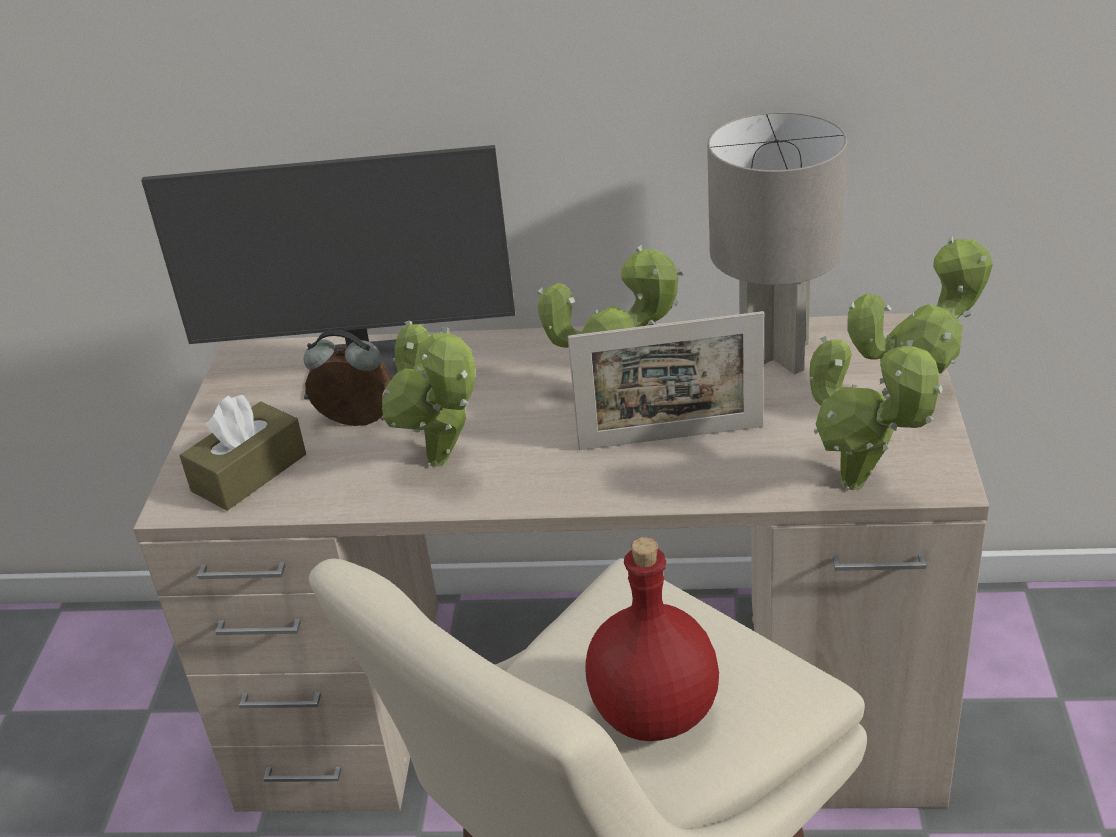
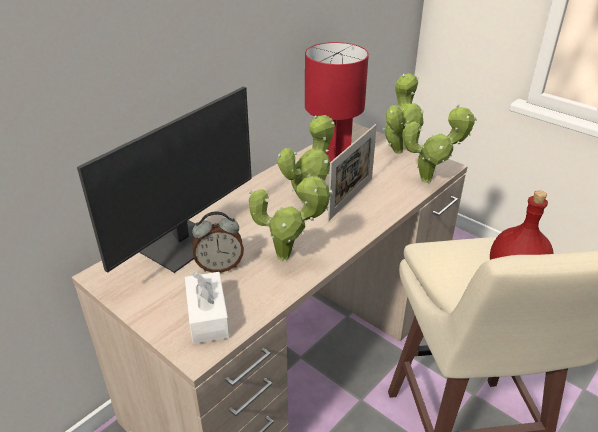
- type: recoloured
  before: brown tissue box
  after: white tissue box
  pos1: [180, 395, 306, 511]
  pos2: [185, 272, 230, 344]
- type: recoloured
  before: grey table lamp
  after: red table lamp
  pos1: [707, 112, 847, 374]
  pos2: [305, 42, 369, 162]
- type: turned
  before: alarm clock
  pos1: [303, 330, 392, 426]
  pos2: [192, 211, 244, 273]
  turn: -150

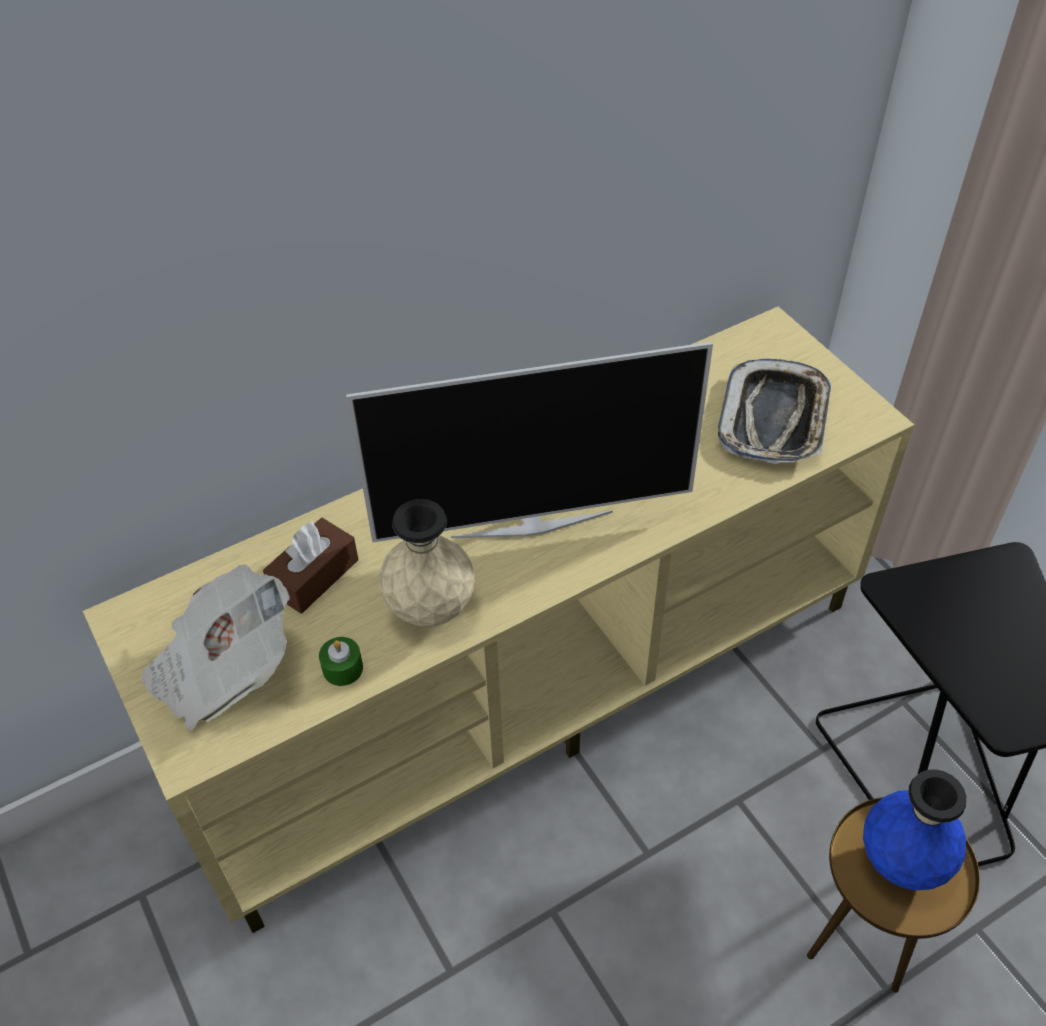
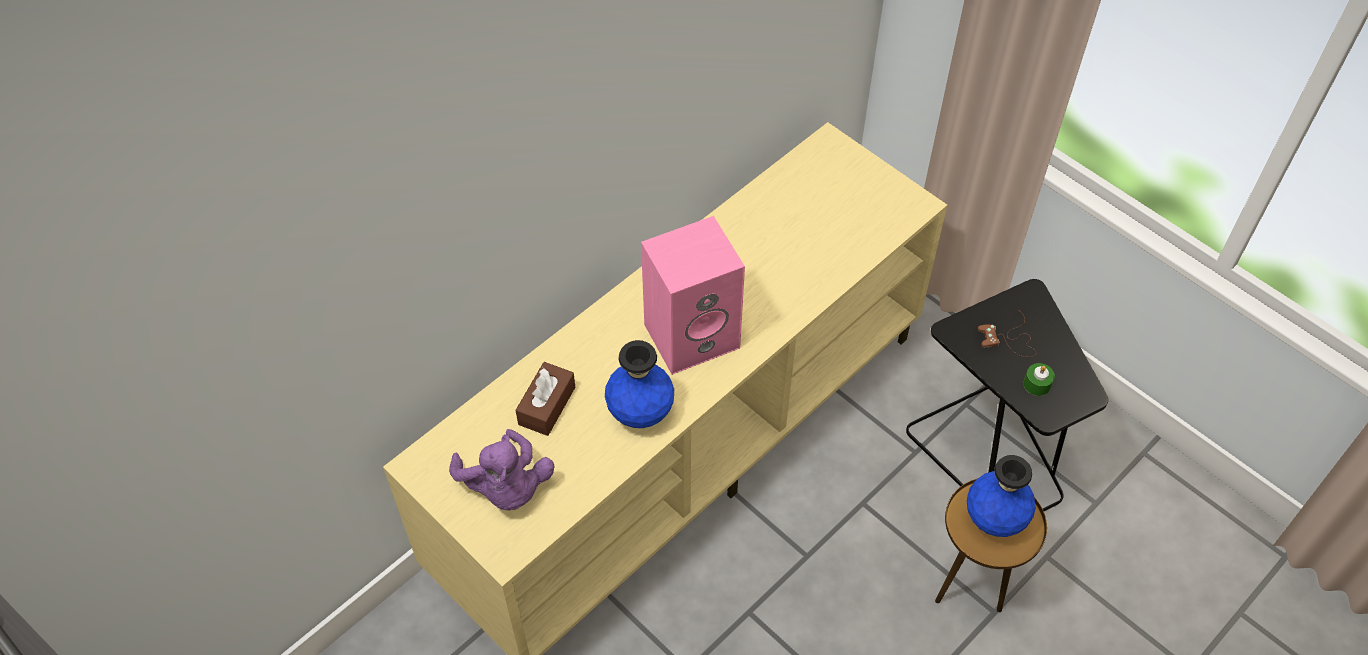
- type: removed
  before: tray
  pos1: [718, 359, 831, 464]
- type: added
  after: brown game controller
  pos2: [978, 310, 1036, 357]
- type: moved
  before: green candle
  pos1: [319, 637, 363, 686]
  pos2: [1023, 363, 1055, 396]
- type: replaced
  before: newspaper
  after: purple plush toy
  pos1: [142, 564, 290, 730]
  pos2: [449, 429, 555, 510]
- type: replaced
  before: television
  after: pink speaker
  pos1: [346, 342, 713, 543]
  pos2: [641, 216, 745, 375]
- type: recoloured
  before: beige vase
  after: blue vase
  pos1: [379, 499, 474, 627]
  pos2: [605, 340, 674, 428]

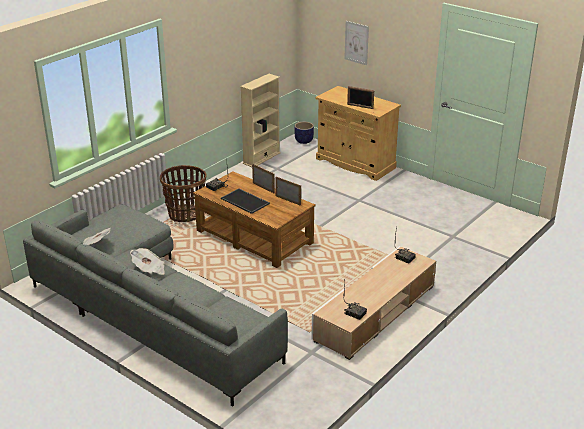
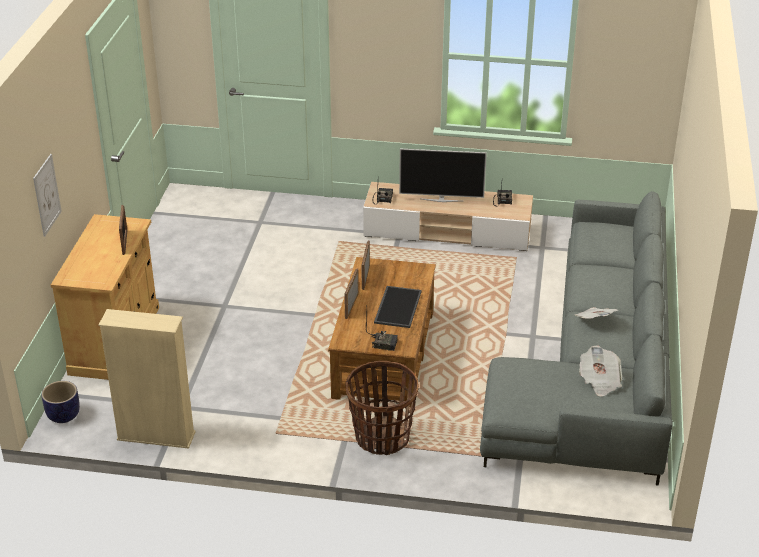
- type: added
  after: television
  pos2: [399, 149, 487, 202]

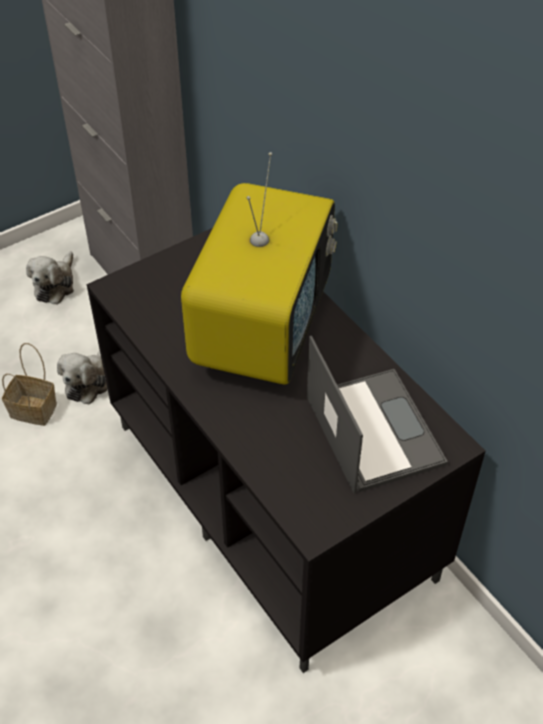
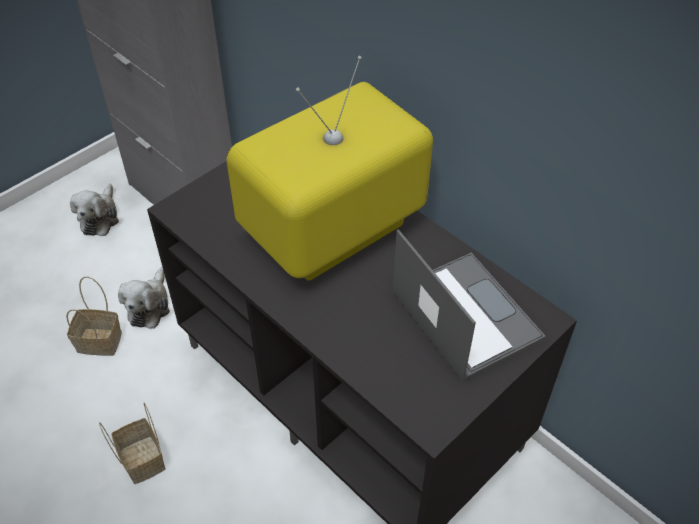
- type: added
  after: basket
  pos2: [99, 402, 165, 484]
- type: turned
  before: television
  pos1: [181, 152, 338, 385]
  pos2: [227, 56, 433, 281]
  turn: -135

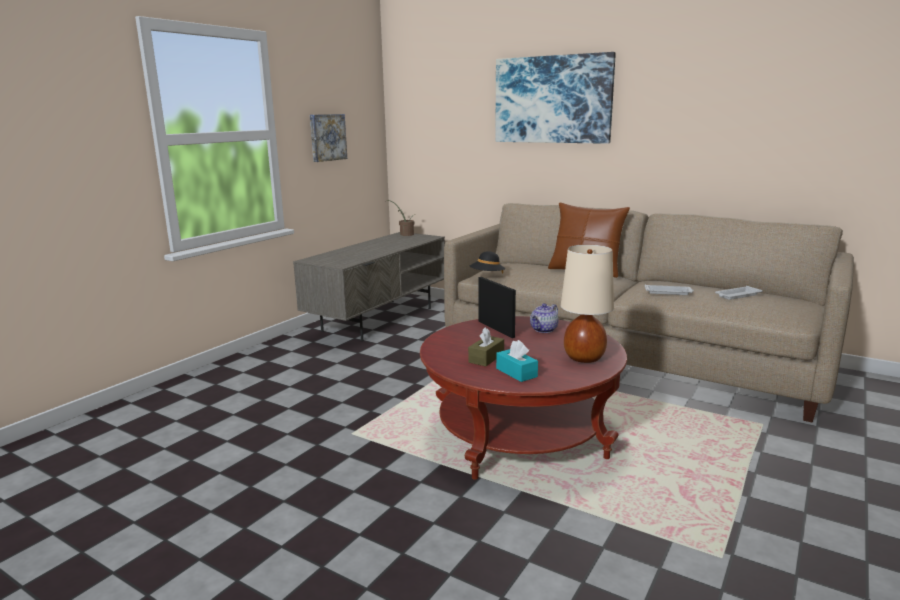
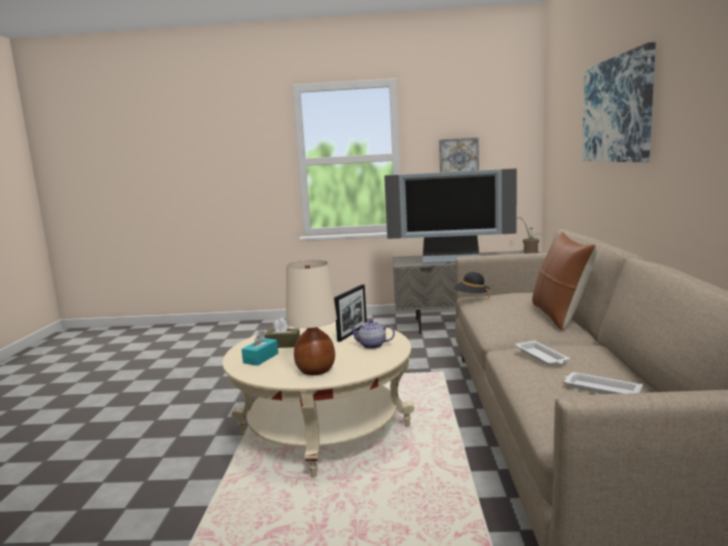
- type: added
  after: television
  pos2: [384, 168, 517, 264]
- type: recoloured
  before: red coffee table
  after: beige coffee table
  pos1: [420, 316, 627, 480]
  pos2: [222, 321, 414, 478]

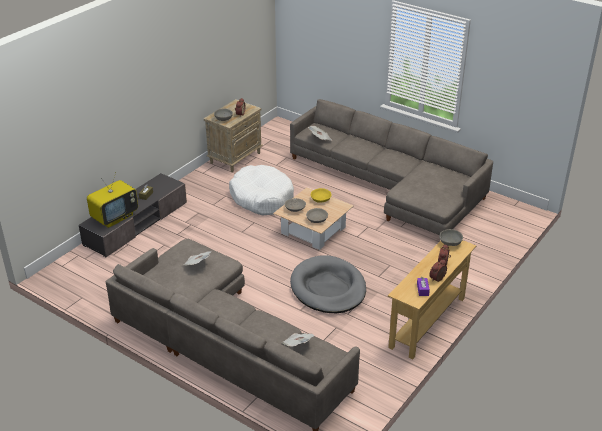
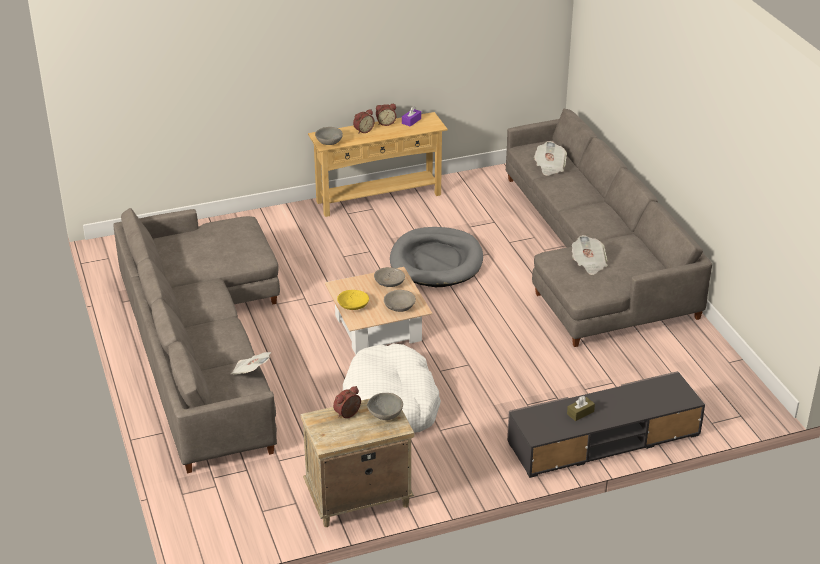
- type: removed
  before: television
  pos1: [87, 172, 138, 228]

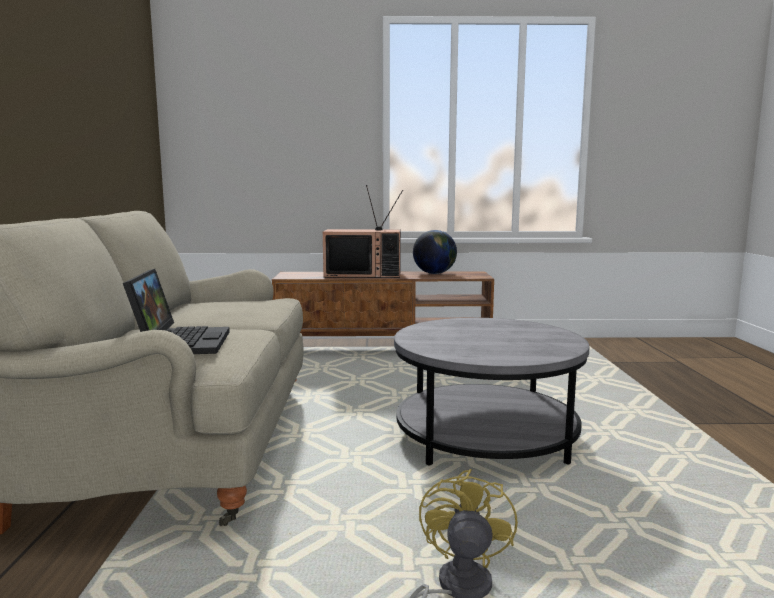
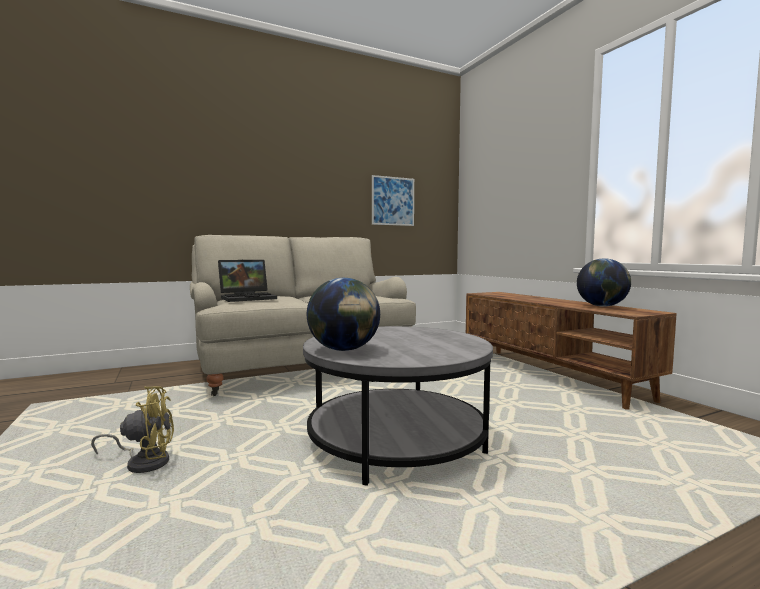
- type: removed
  before: television
  pos1: [323, 185, 403, 278]
- type: added
  after: globe
  pos2: [307, 278, 380, 351]
- type: added
  after: picture
  pos2: [372, 175, 414, 226]

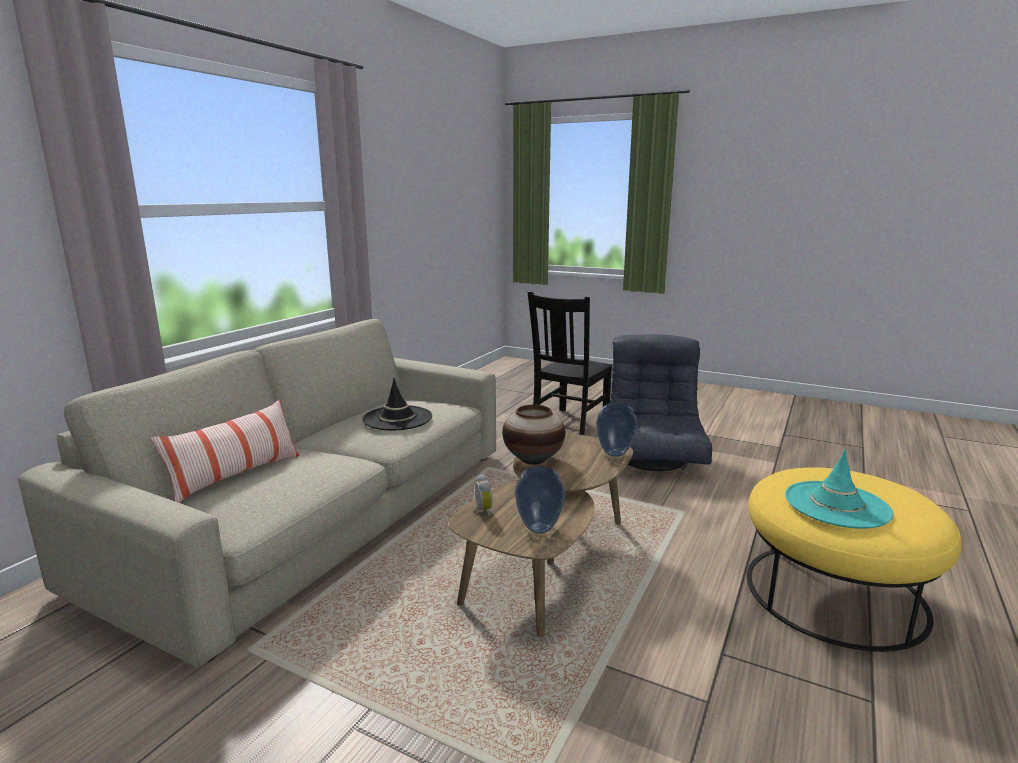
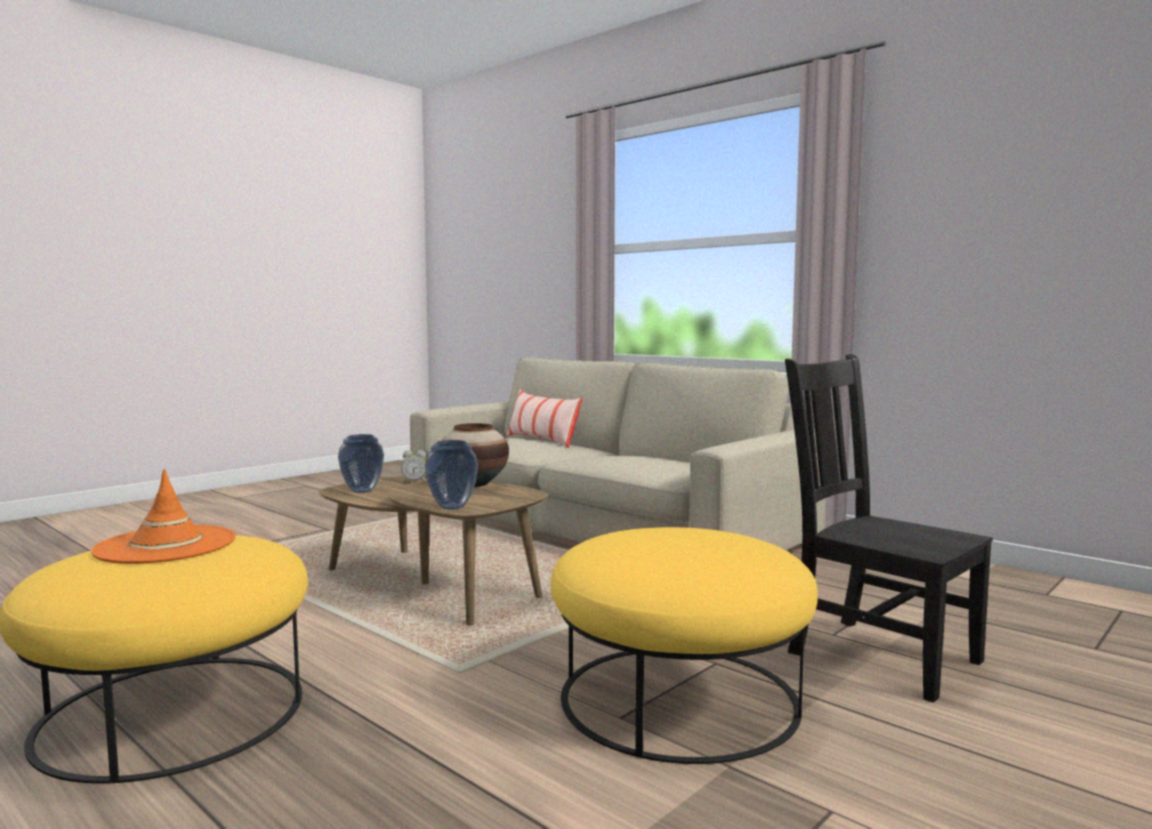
- type: removed
  before: black hat
  pos1: [362, 378, 432, 431]
- type: replaced
  before: grey armchair
  after: yellow ottoman
  pos1: [610, 334, 712, 471]
  pos2: [551, 527, 818, 764]
- type: recoloured
  before: turquoise hat
  after: orange hat
  pos1: [785, 449, 893, 529]
  pos2: [91, 469, 236, 564]

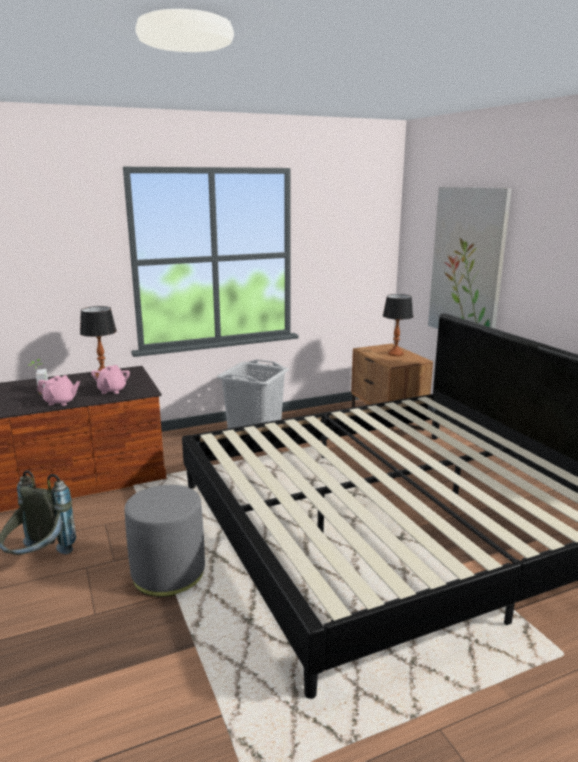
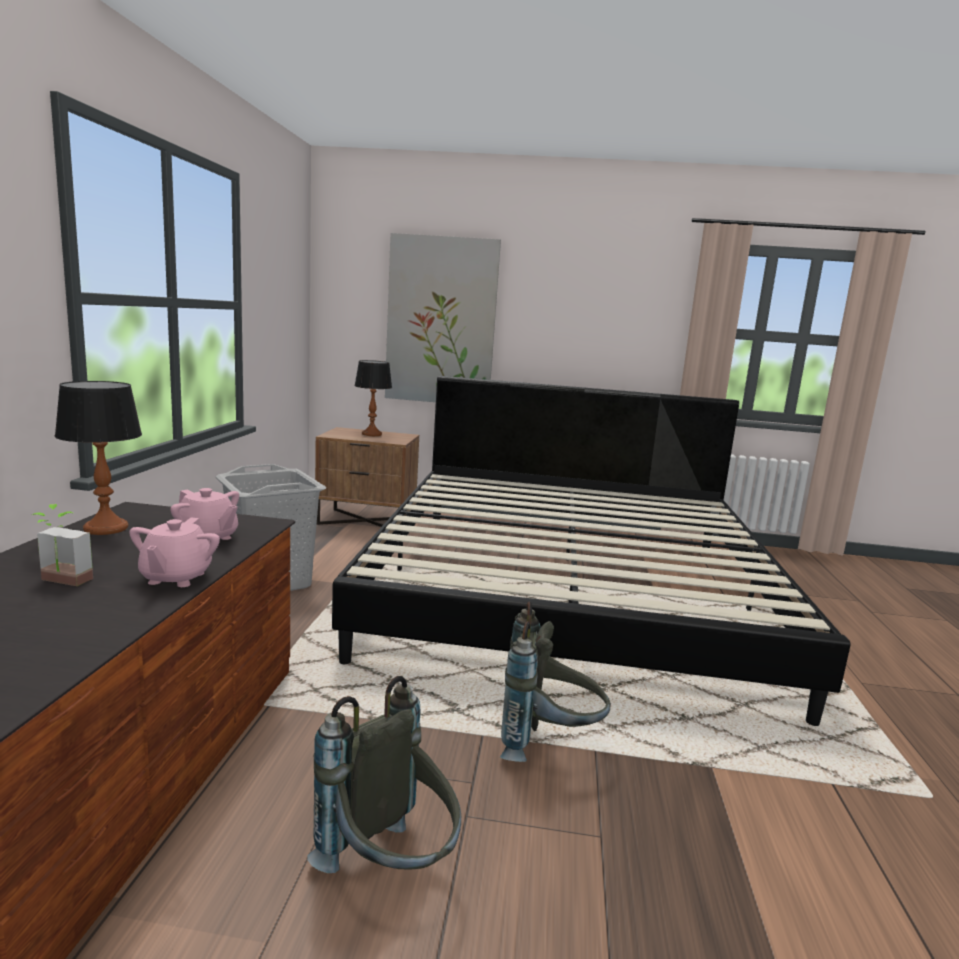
- type: replaced
  before: grey ottoman
  after: grey backpack
  pos1: [125, 485, 205, 597]
  pos2: [500, 602, 611, 762]
- type: turned
  before: pink teapot
  pos1: [37, 375, 80, 406]
  pos2: [129, 518, 220, 587]
  turn: 150

